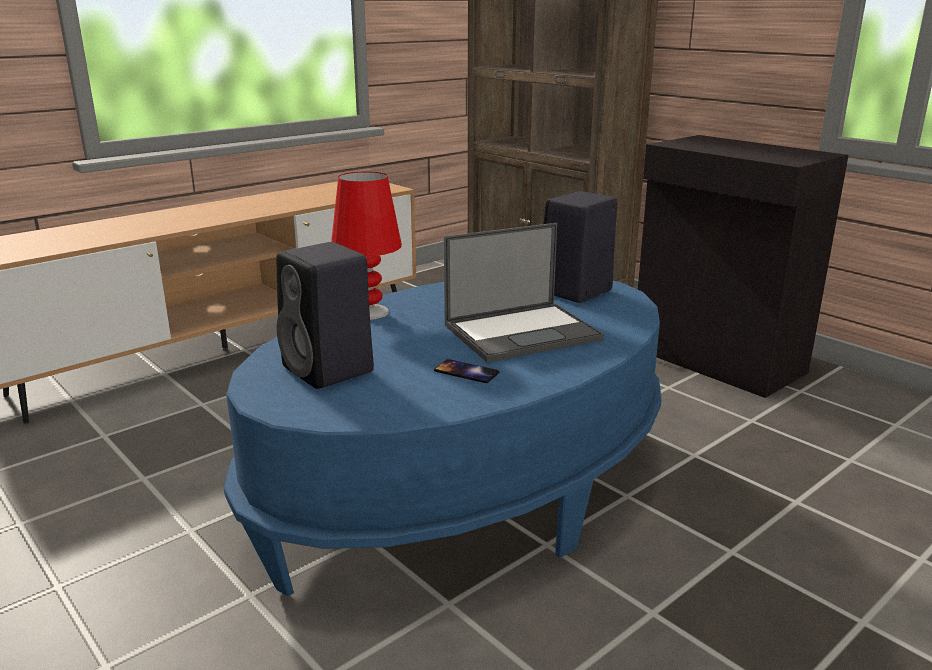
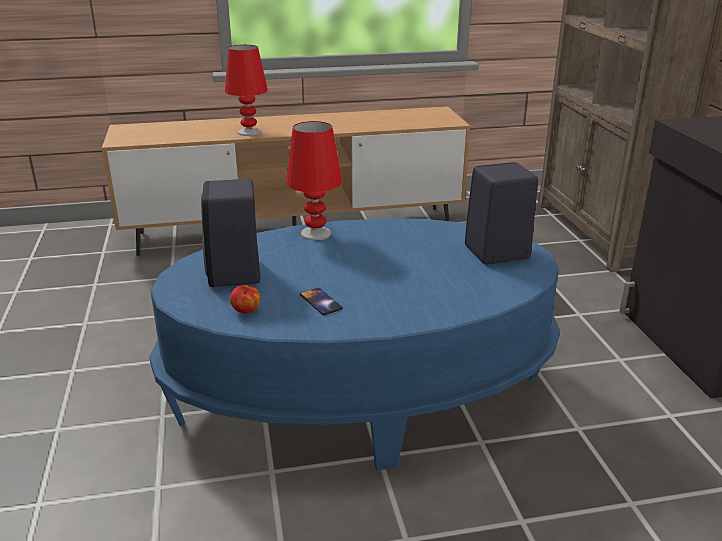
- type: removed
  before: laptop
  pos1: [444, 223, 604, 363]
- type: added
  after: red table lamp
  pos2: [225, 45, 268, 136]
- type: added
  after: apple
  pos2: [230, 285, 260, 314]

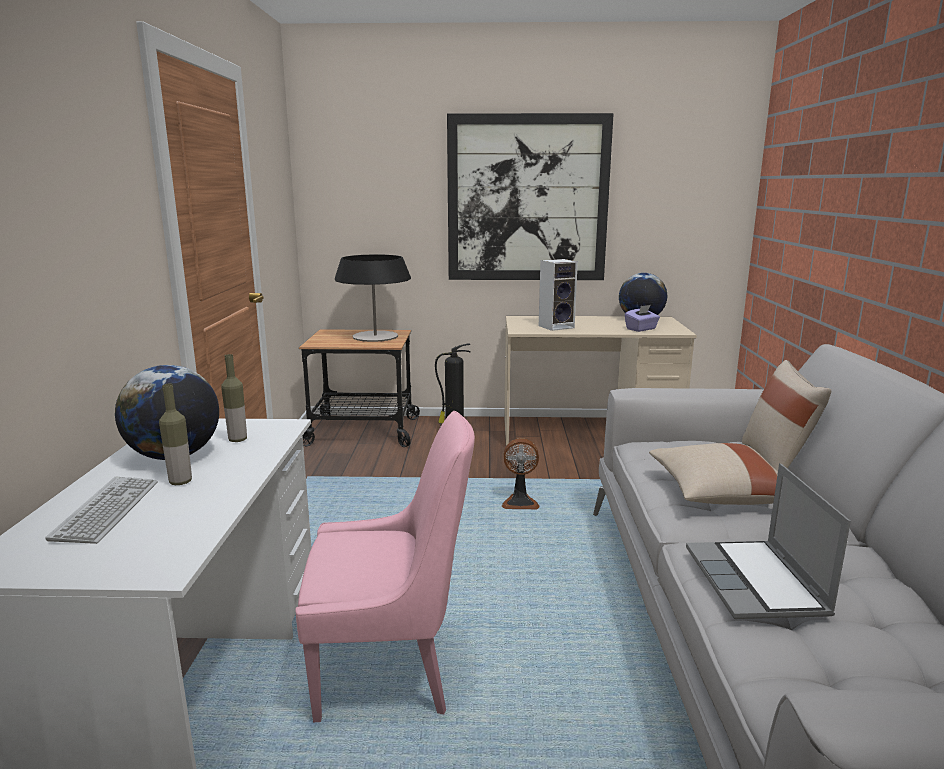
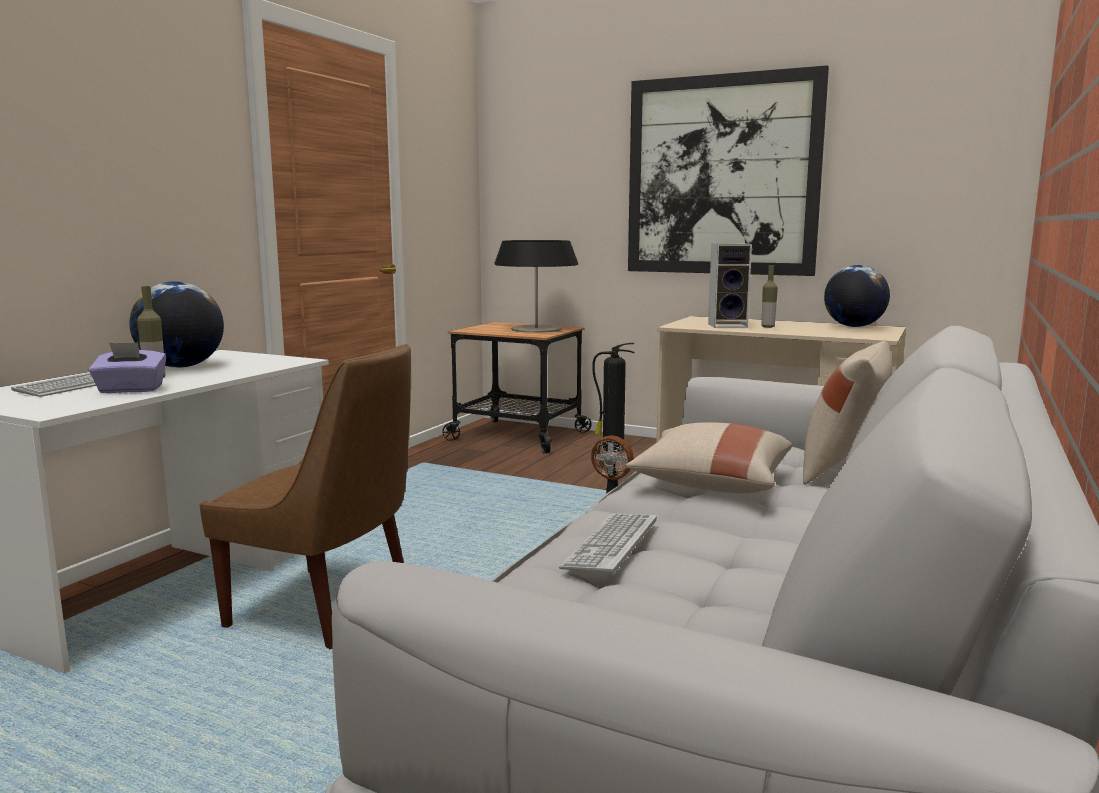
- type: moved
  before: bottle
  pos1: [221, 354, 247, 442]
  pos2: [762, 265, 778, 328]
- type: moved
  before: purple tissue box
  pos1: [625, 305, 660, 332]
  pos2: [89, 342, 166, 393]
- type: replaced
  before: laptop
  after: keyboard
  pos1: [686, 463, 851, 619]
  pos2: [559, 513, 657, 574]
- type: recoloured
  before: pink chair
  after: brown chair
  pos1: [295, 411, 475, 722]
  pos2: [200, 344, 411, 649]

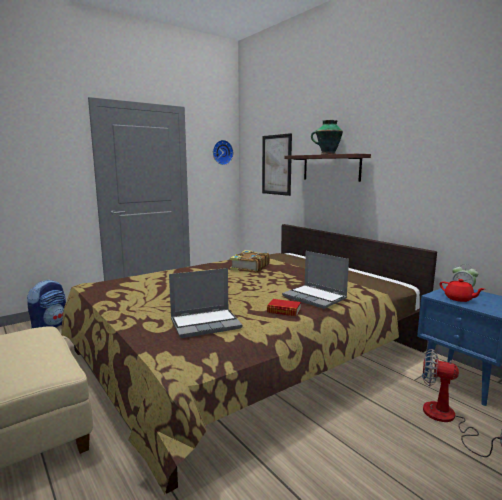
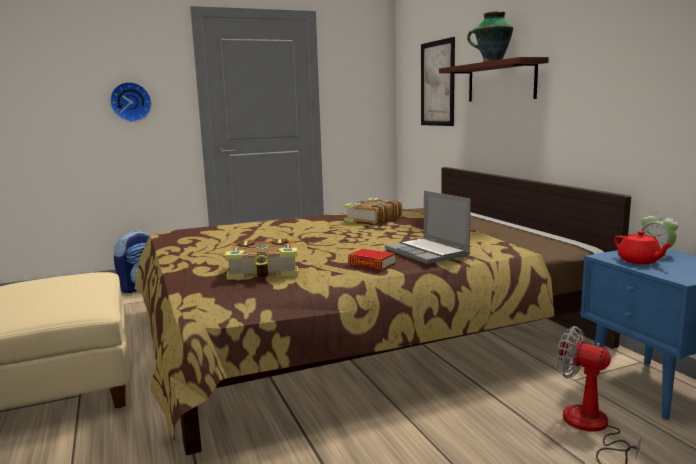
- type: moved
  before: wall clock
  pos1: [213, 140, 233, 165]
  pos2: [110, 82, 152, 122]
- type: replaced
  before: laptop
  after: book
  pos1: [169, 268, 243, 338]
  pos2: [225, 238, 298, 280]

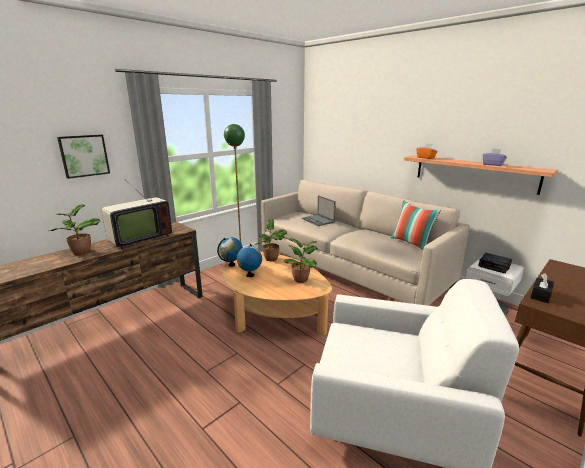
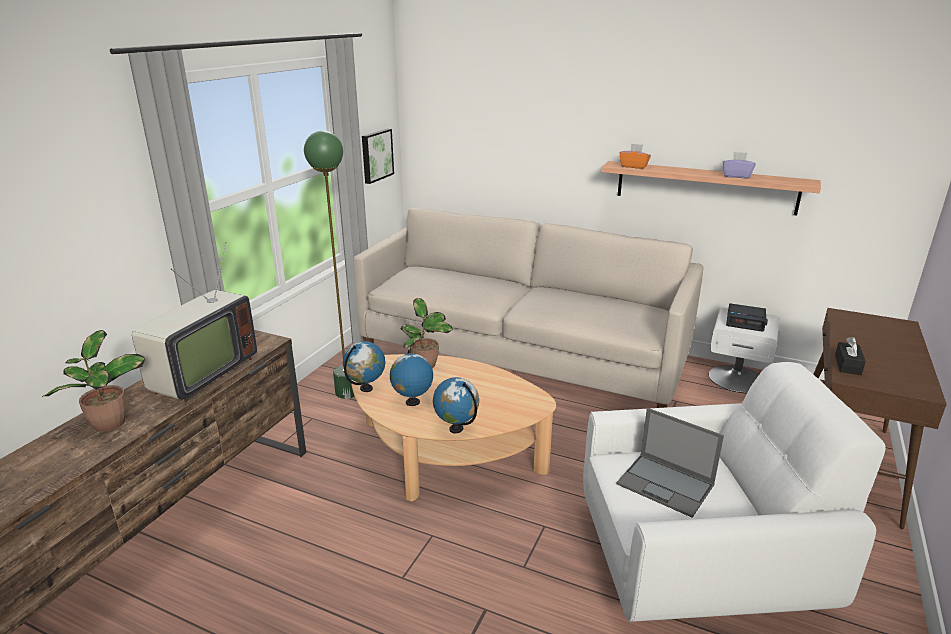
- type: removed
  before: potted plant
  pos1: [284, 238, 318, 283]
- type: removed
  before: pillow
  pos1: [391, 200, 441, 250]
- type: added
  after: globe
  pos2: [433, 377, 479, 433]
- type: moved
  before: picture
  pos1: [57, 135, 110, 179]
  pos2: [362, 129, 394, 184]
- type: moved
  before: laptop
  pos1: [302, 195, 336, 226]
  pos2: [616, 408, 724, 518]

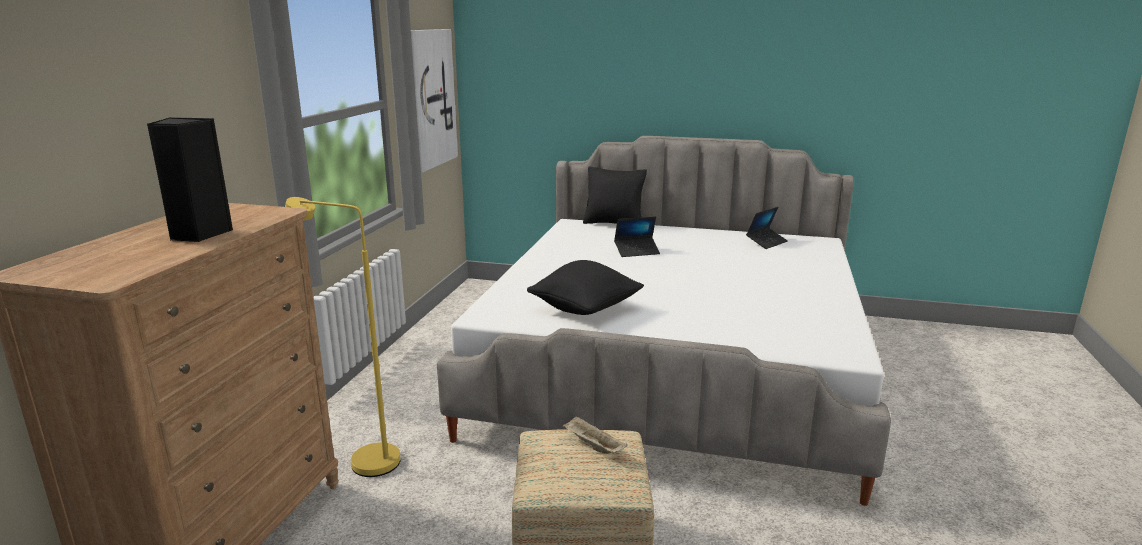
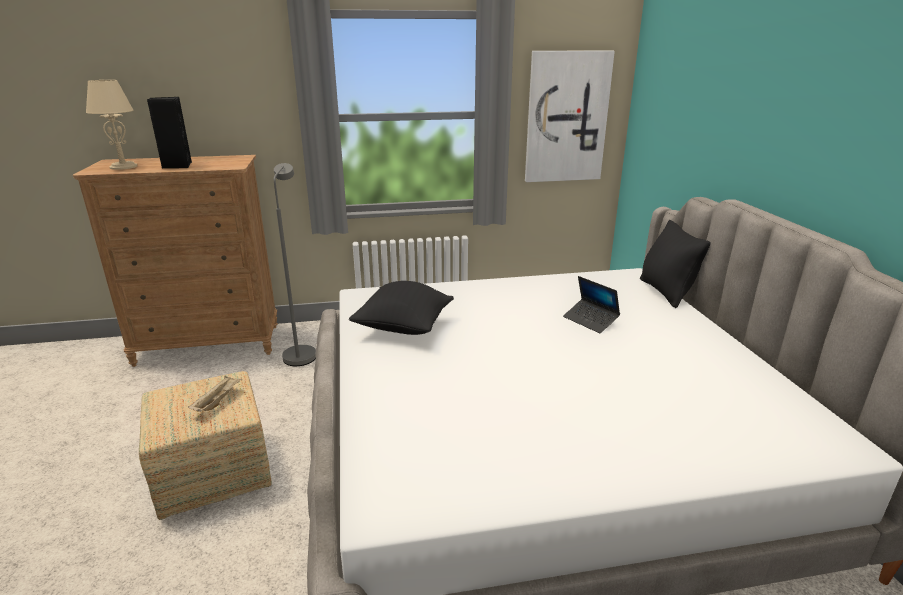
- type: removed
  before: laptop
  pos1: [746, 207, 788, 249]
- type: added
  after: beige table lamp
  pos2: [86, 80, 137, 170]
- type: recoloured
  before: yellow floor lamp
  after: grey floor lamp
  pos1: [285, 197, 401, 477]
  pos2: [274, 163, 316, 366]

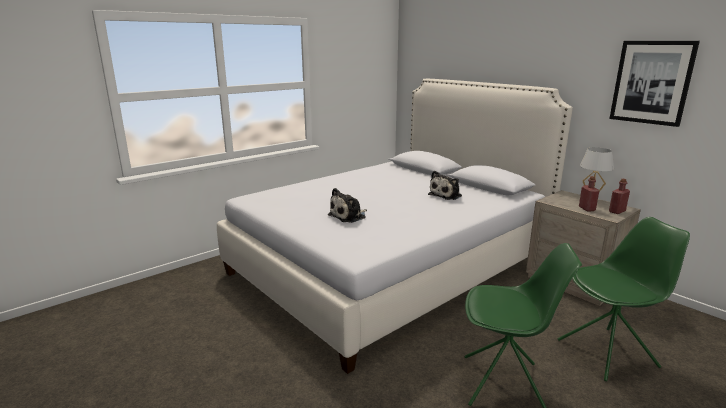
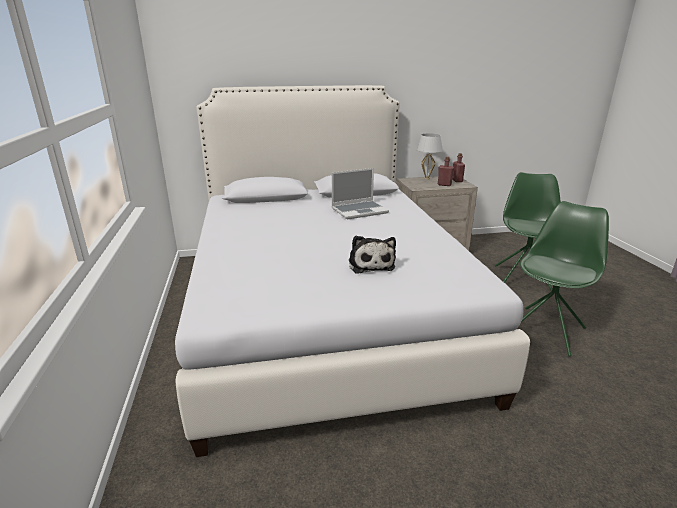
- type: removed
  before: picture
  pos1: [609, 41, 700, 127]
- type: replaced
  before: plush toy
  after: laptop
  pos1: [428, 171, 462, 200]
  pos2: [332, 168, 389, 220]

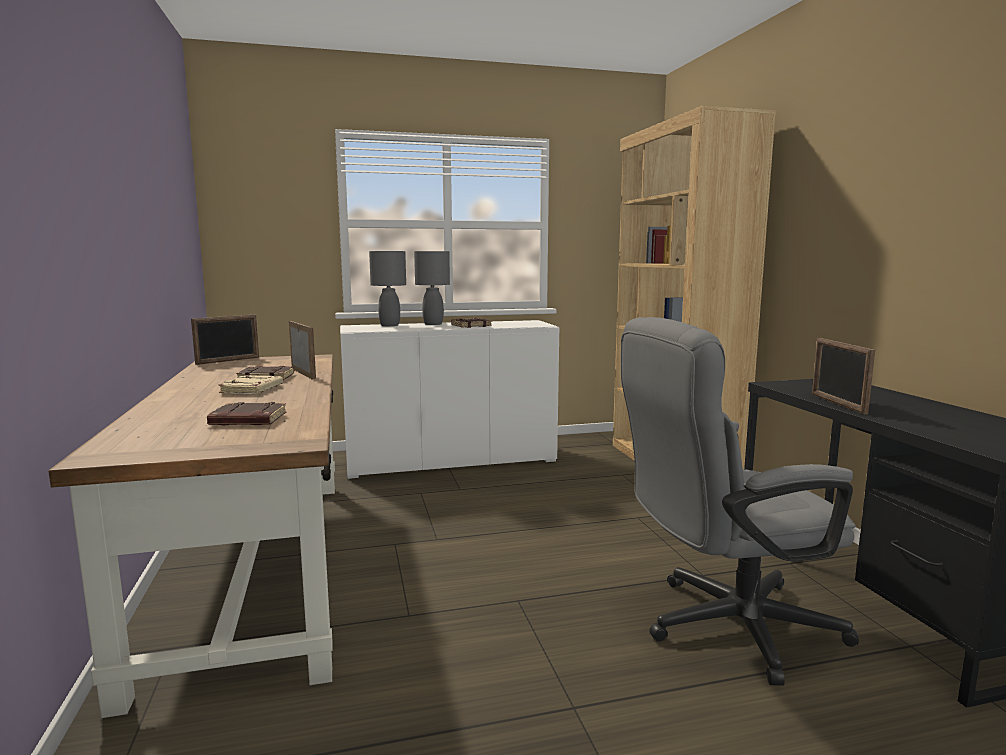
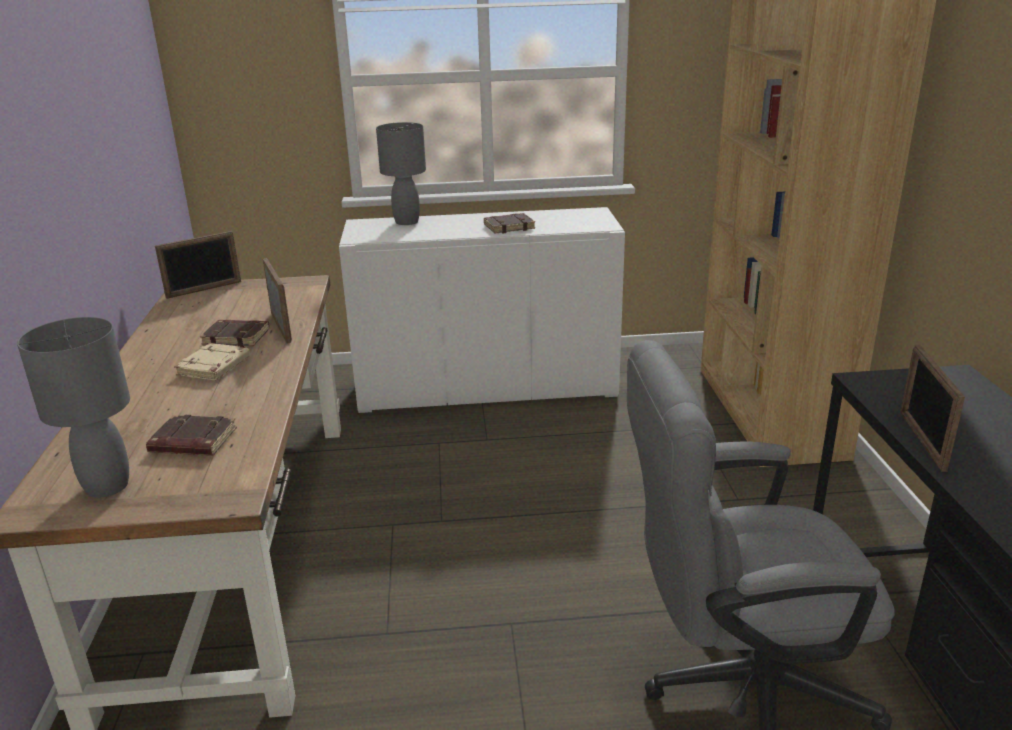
- type: moved
  before: grey table lamp
  pos1: [414, 251, 450, 325]
  pos2: [17, 317, 130, 498]

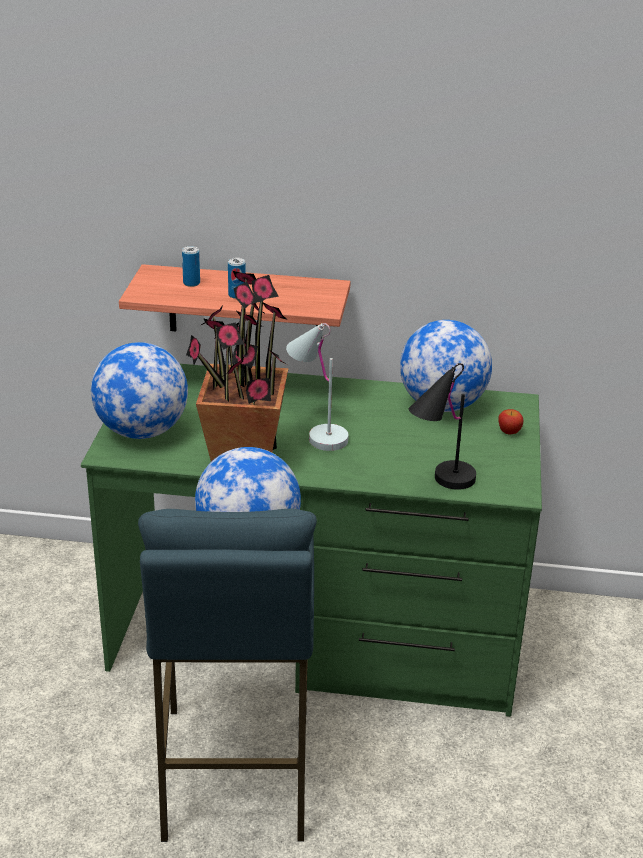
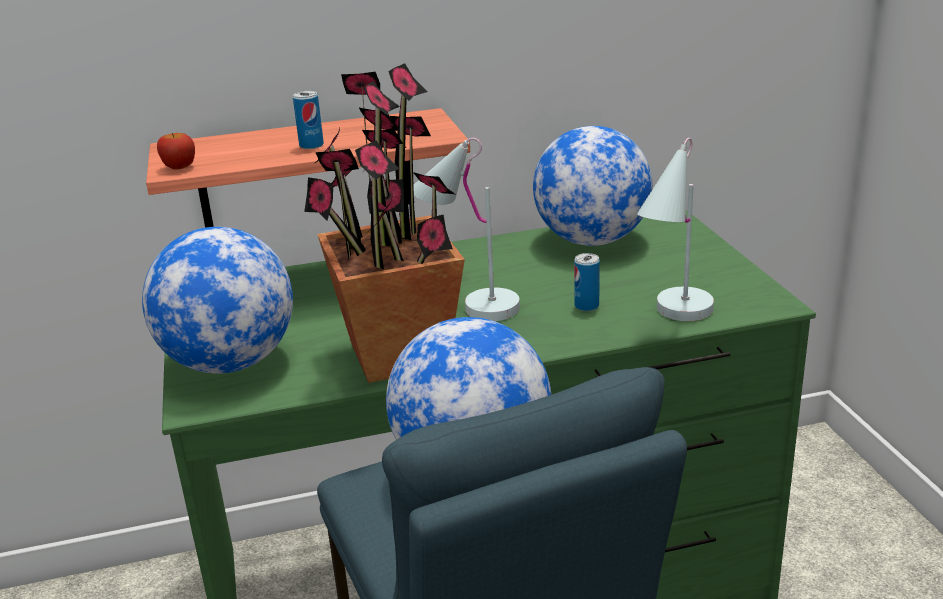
- type: moved
  before: can
  pos1: [182, 246, 200, 287]
  pos2: [574, 253, 600, 311]
- type: moved
  before: apple
  pos1: [498, 409, 523, 435]
  pos2: [157, 133, 195, 170]
- type: recoloured
  before: black table lamp
  after: white table lamp
  pos1: [409, 363, 476, 490]
  pos2: [637, 138, 714, 321]

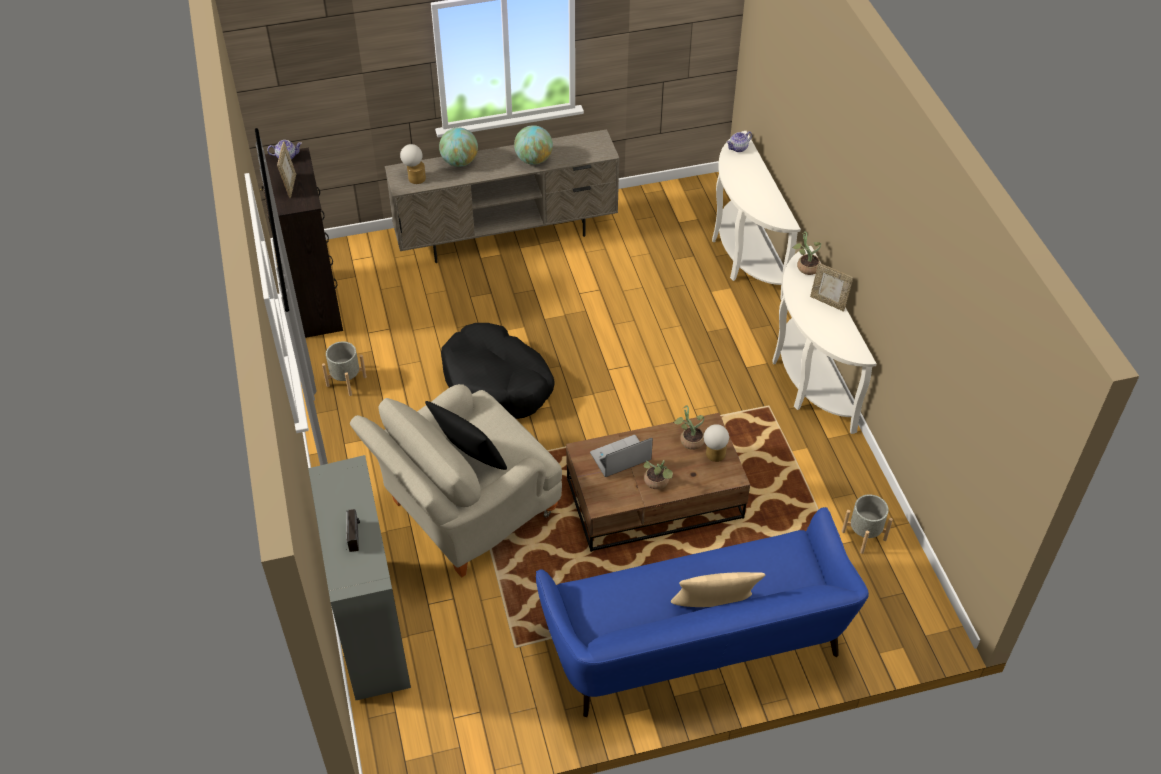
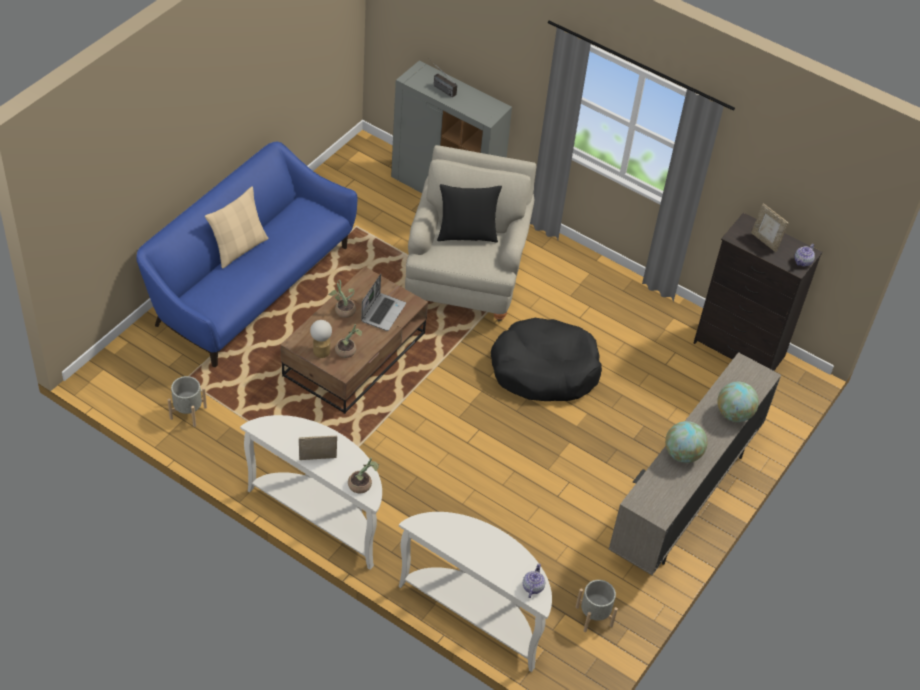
- type: removed
  before: table lamp
  pos1: [400, 144, 426, 184]
- type: moved
  before: grey planter
  pos1: [322, 341, 367, 396]
  pos2: [576, 580, 618, 632]

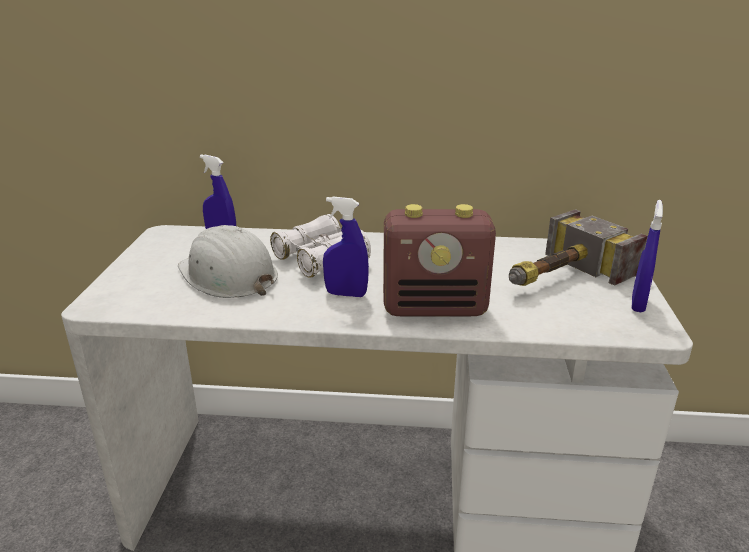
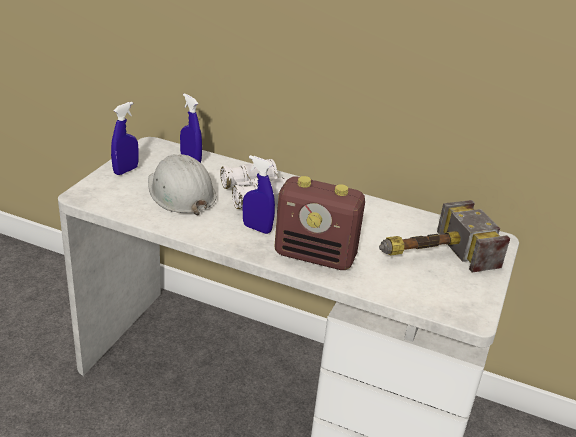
- type: moved
  before: blue spray bottle
  pos1: [631, 200, 663, 312]
  pos2: [111, 102, 139, 175]

